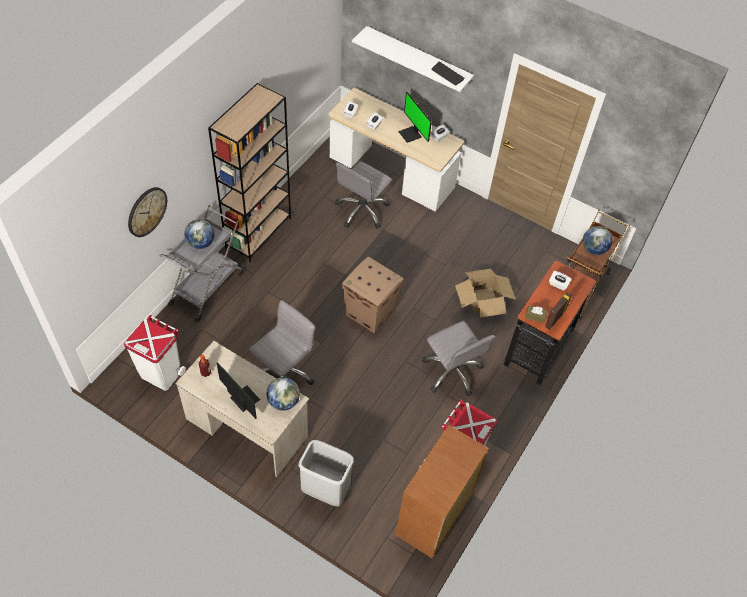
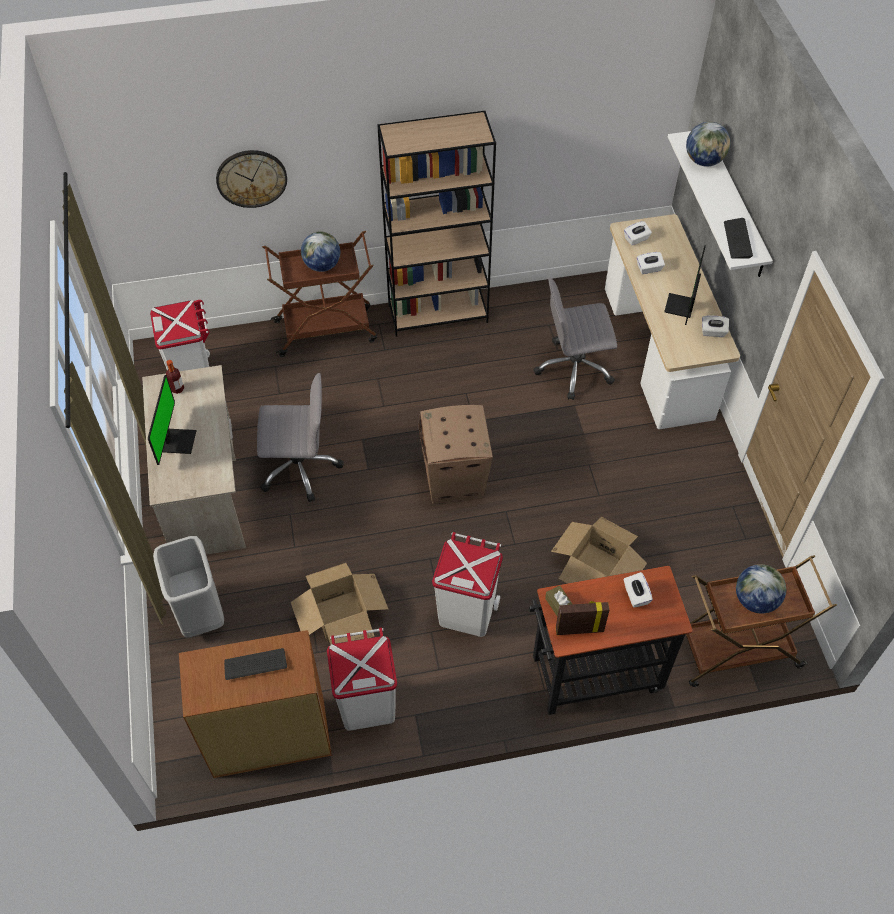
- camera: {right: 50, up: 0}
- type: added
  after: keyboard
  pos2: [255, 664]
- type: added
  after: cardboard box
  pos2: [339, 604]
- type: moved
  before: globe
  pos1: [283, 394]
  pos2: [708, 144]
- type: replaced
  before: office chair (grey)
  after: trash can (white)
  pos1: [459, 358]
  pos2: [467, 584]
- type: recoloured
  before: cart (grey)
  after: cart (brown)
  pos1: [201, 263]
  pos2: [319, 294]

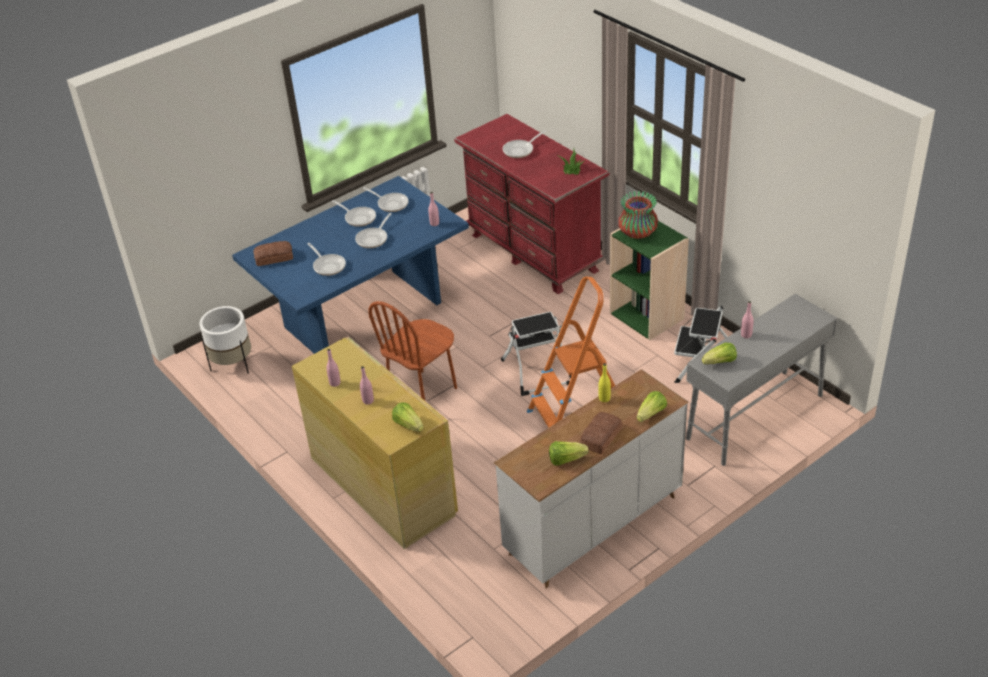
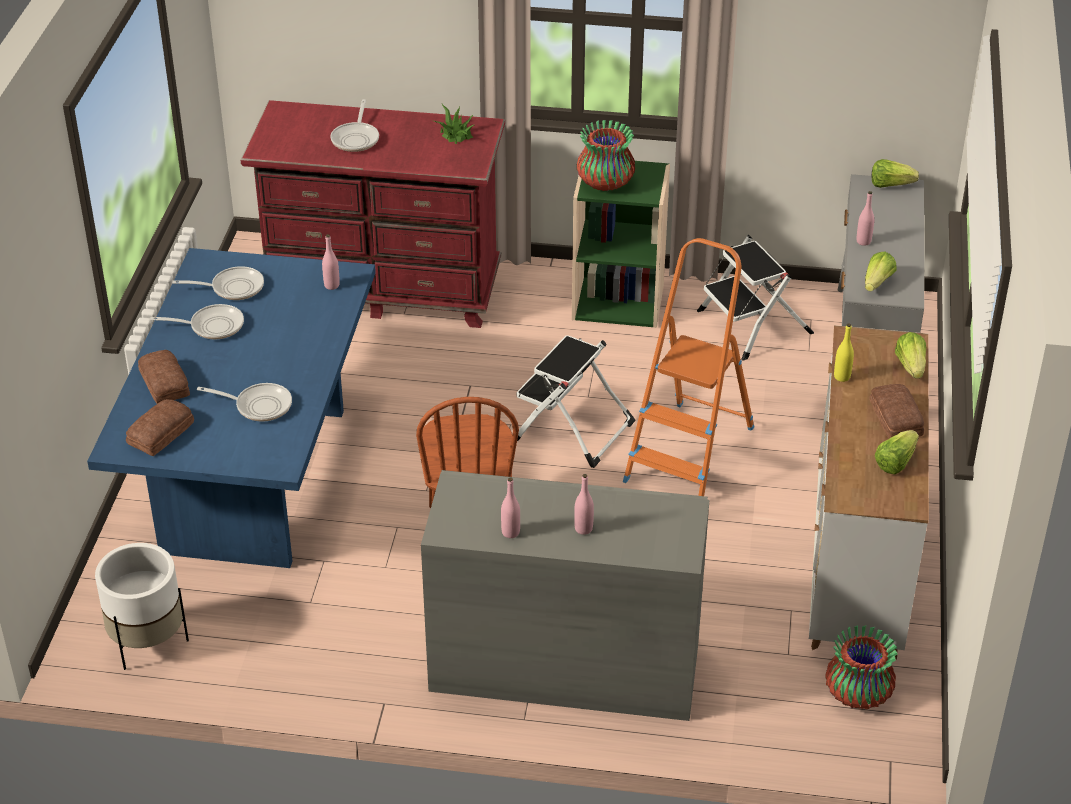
- camera: {right: -45, up: 0}
- type: removed
  before: frying pan
  pos1: [373, 230]
- type: added
  after: bread
  pos2: [164, 377]
- type: added
  after: vase
  pos2: [862, 667]
- type: moved
  before: lettuce
  pos1: [408, 417]
  pos2: [895, 173]
- type: recoloured
  before: cabinet (yellow)
  after: cabinet (grey)
  pos1: [375, 443]
  pos2: [565, 595]

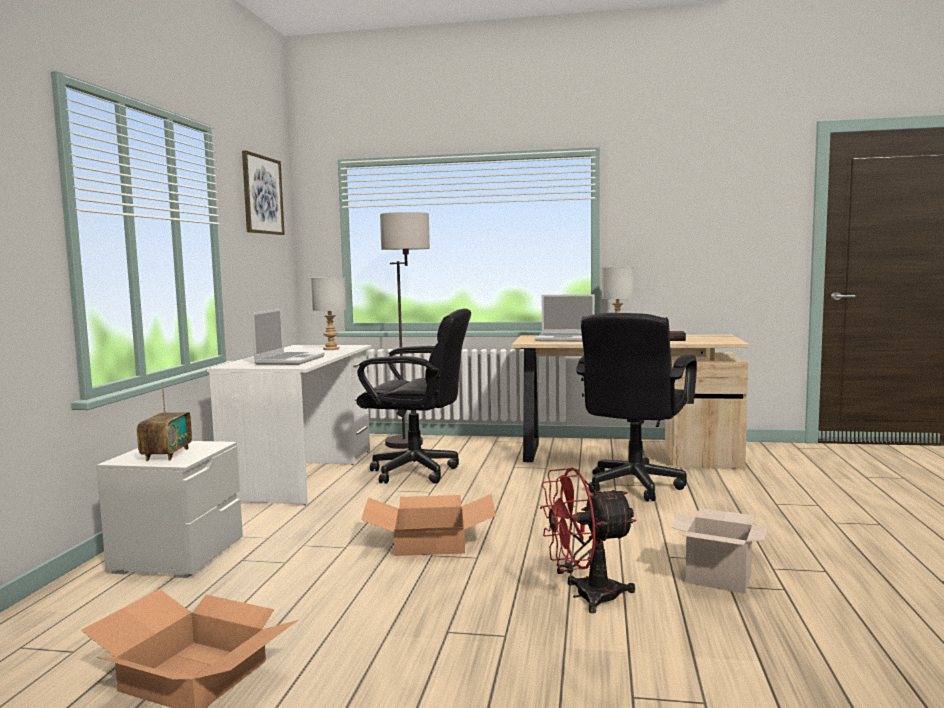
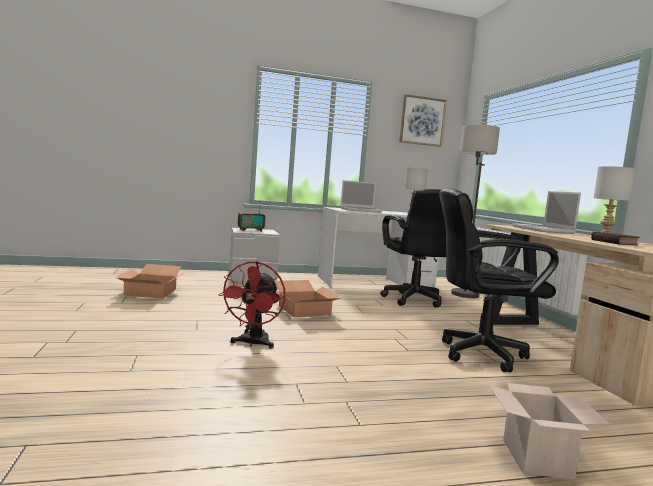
- camera: {right: 65, up: 0}
- type: moved
  before: cardboard box
  pos1: [720, 551]
  pos2: [549, 431]
- type: turned
  before: fan (red)
  pos1: [588, 540]
  pos2: [252, 305]
  turn: -135

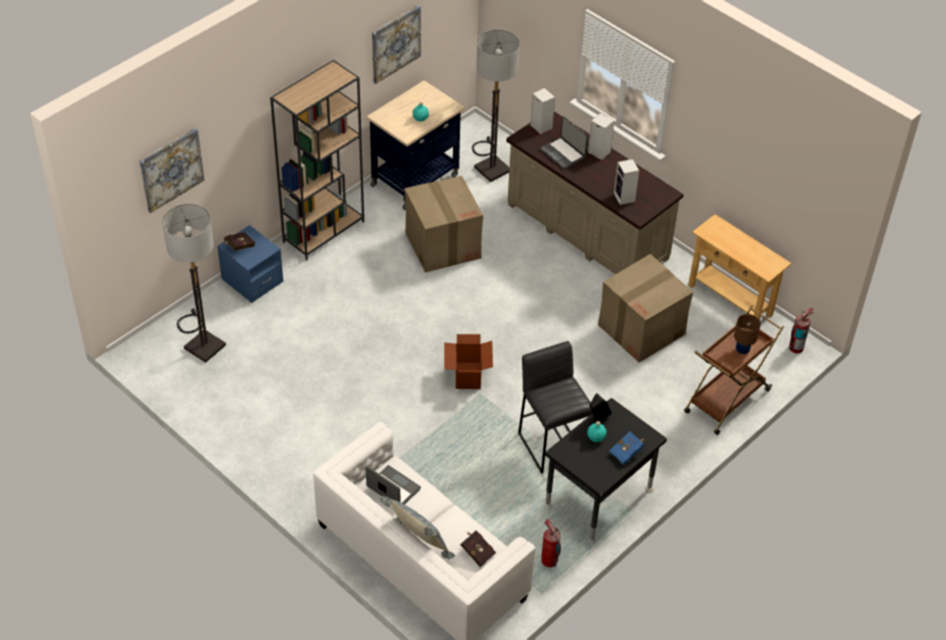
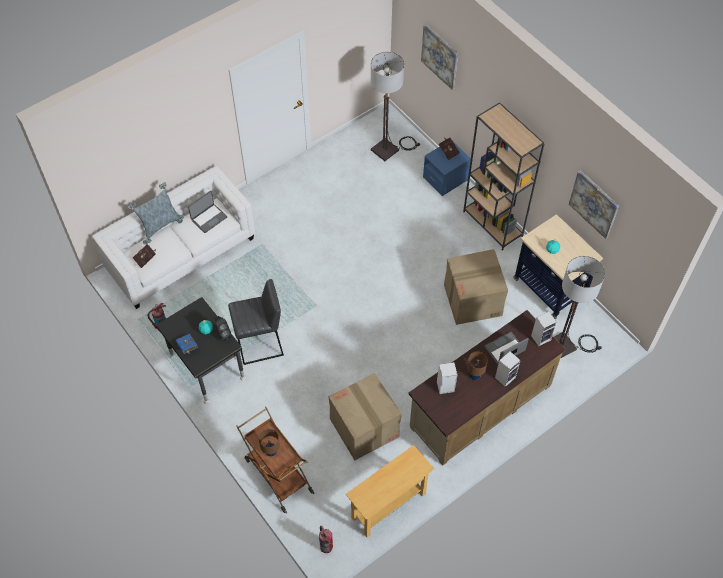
- camera: {right: 100, up: 10}
- type: removed
  before: cardboard box
  pos1: [468, 361]
- type: added
  after: table lamp (brown)
  pos2: [477, 365]

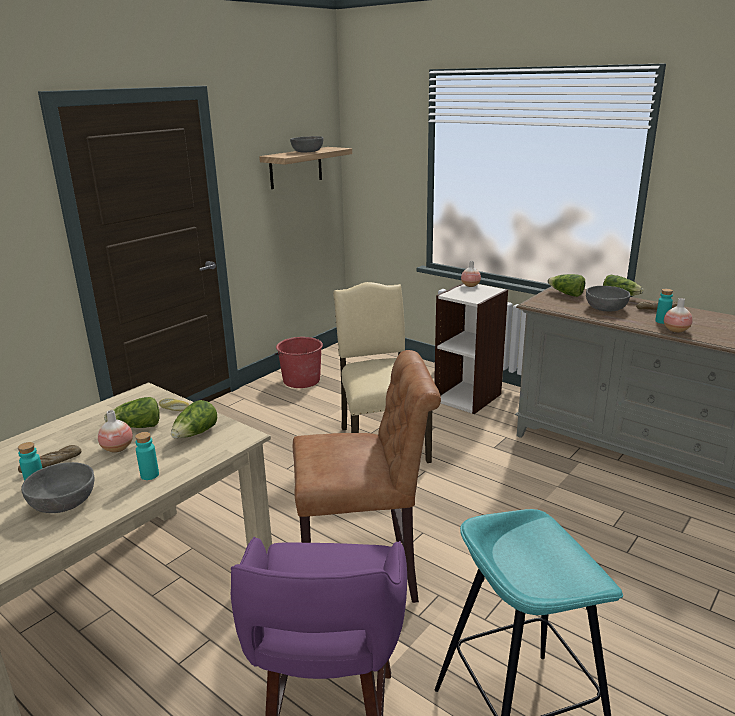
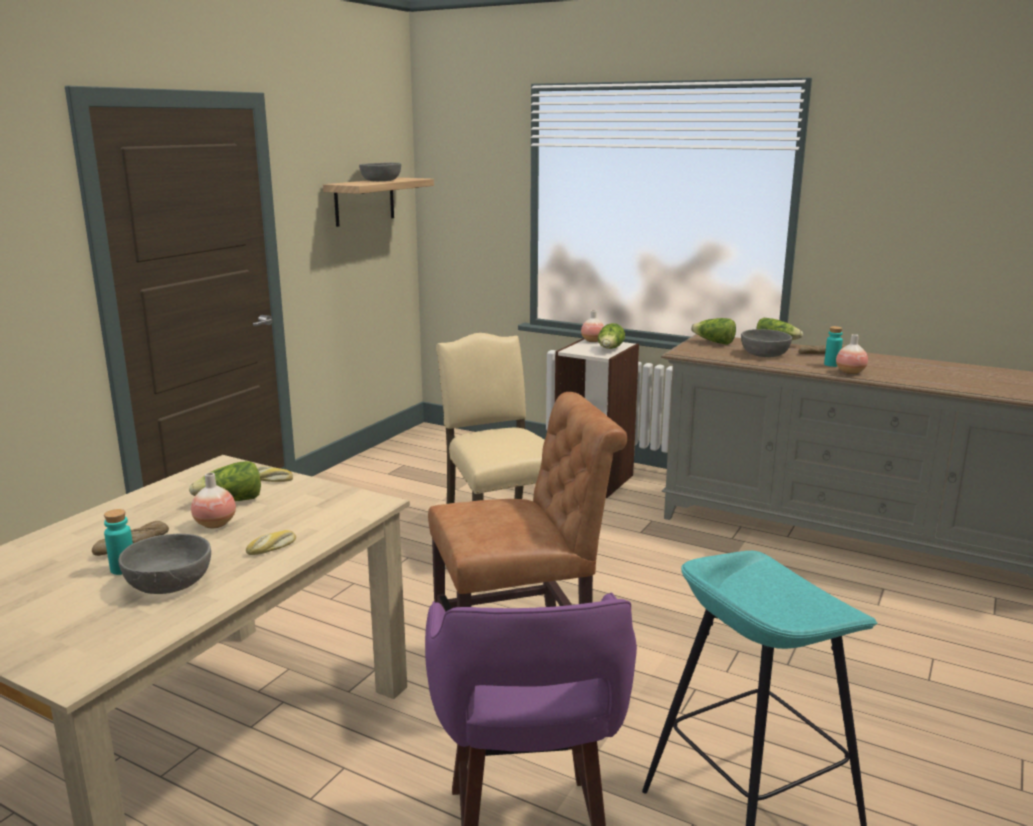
- camera: {right: -10, up: -5}
- type: removed
  before: bucket (red)
  pos1: [299, 362]
- type: moved
  before: lettuce
  pos1: [194, 419]
  pos2: [611, 336]
- type: replaced
  before: bottle (turquoise)
  after: bread
  pos1: [147, 456]
  pos2: [271, 542]

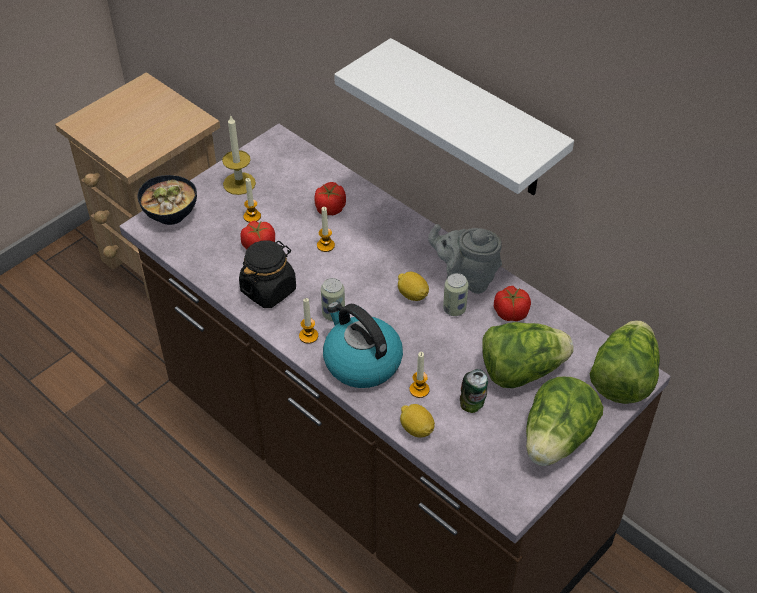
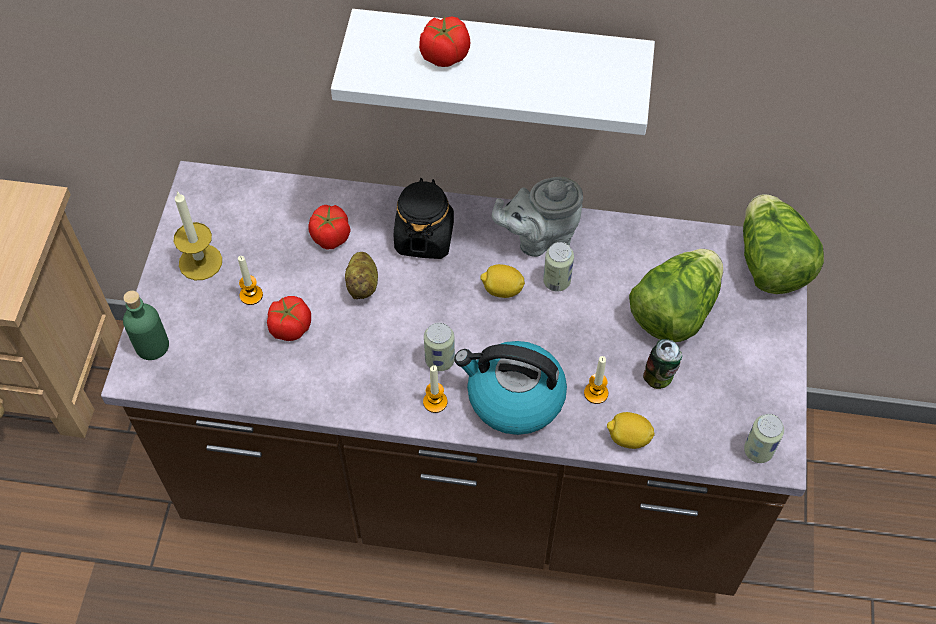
- camera: {right: -35, up: 10}
- type: removed
  before: lettuce
  pos1: [564, 421]
- type: added
  after: can
  pos2: [764, 438]
- type: moved
  before: jar (black)
  pos1: [267, 274]
  pos2: [424, 218]
- type: moved
  before: tomato
  pos1: [512, 303]
  pos2: [444, 41]
- type: replaced
  before: bowl
  after: bottle (green)
  pos1: [167, 200]
  pos2: [146, 325]
- type: replaced
  before: candle
  after: potato
  pos1: [326, 229]
  pos2: [361, 275]

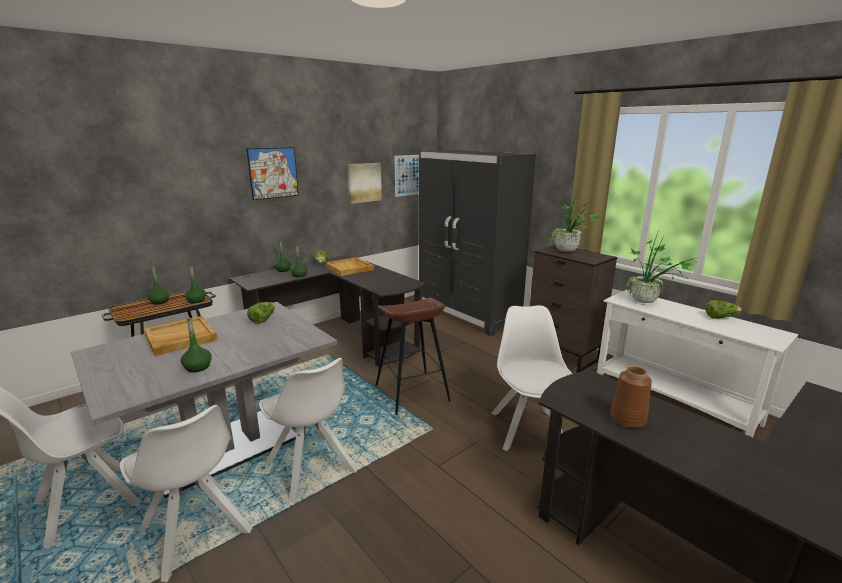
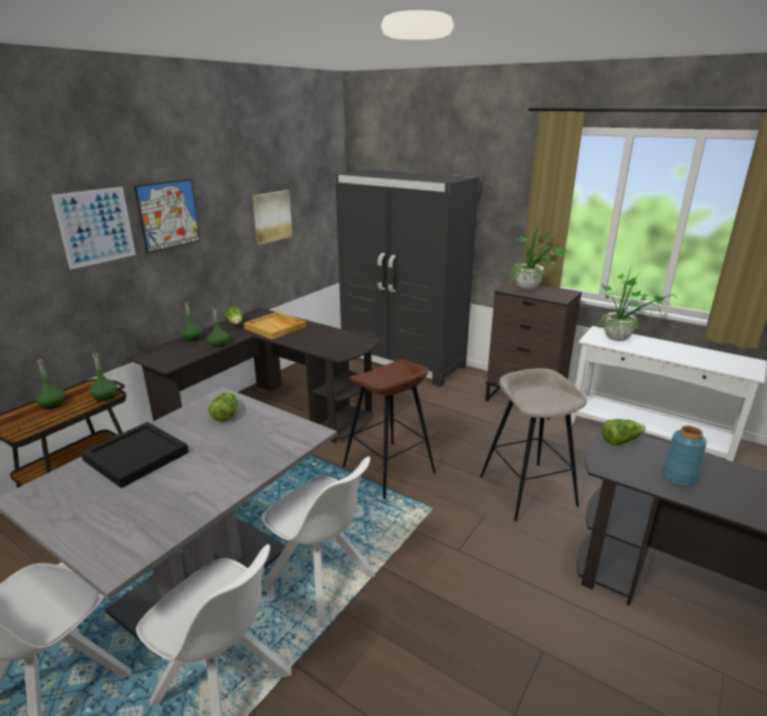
- camera: {right: -15, up: 5}
- type: removed
  before: bottle (green)
  pos1: [196, 345]
- type: moved
  before: picture
  pos1: [406, 176]
  pos2: [94, 228]
- type: moved
  before: lettuce
  pos1: [724, 309]
  pos2: [623, 432]
- type: replaced
  before: chair (white)
  after: stool (grey)
  pos1: [531, 378]
  pos2: [533, 445]
- type: recoloured
  before: tray (beige)
  after: tray (black)
  pos1: [181, 336]
  pos2: [135, 455]
- type: recoloured
  before: vase (brown)
  after: vase (blue)
  pos1: [631, 397]
  pos2: [684, 456]

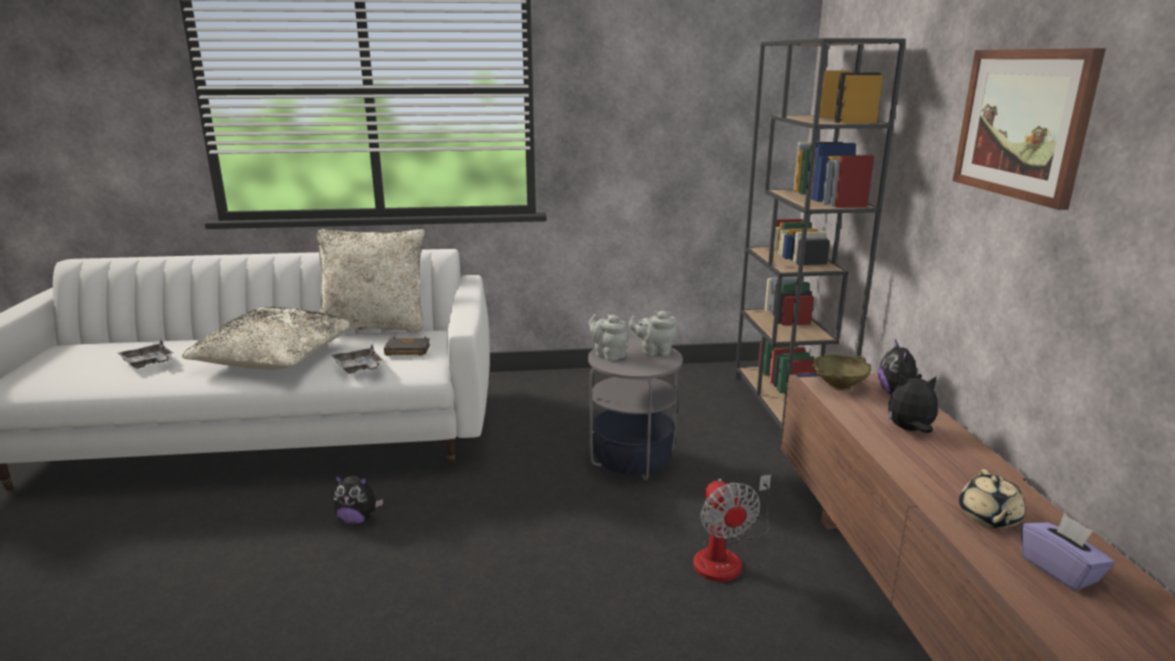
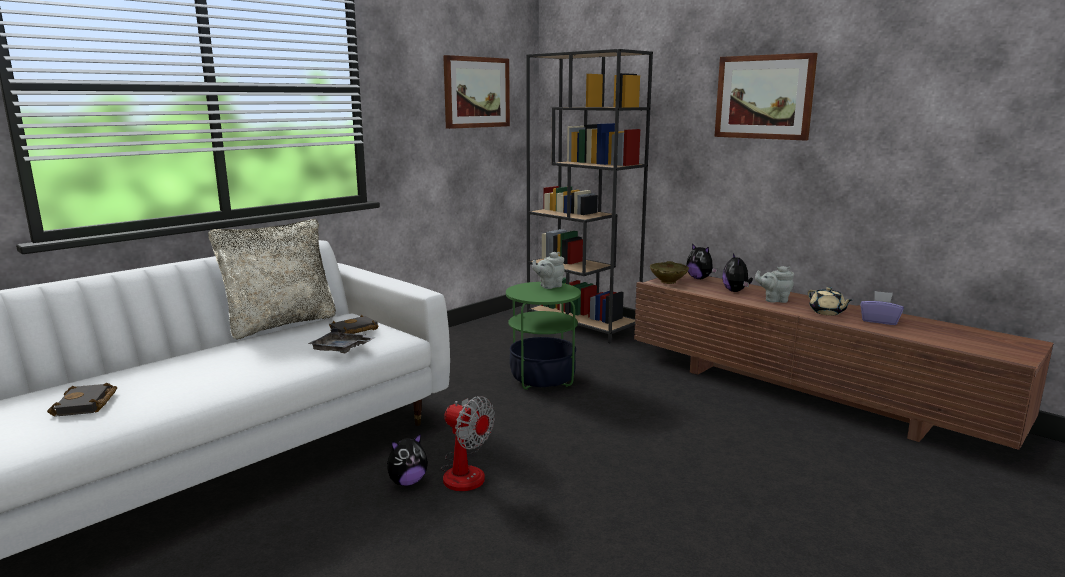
- camera: {right: -40, up: -5}
- type: removed
  before: pillow (beige)
  pos1: [266, 338]
- type: added
  after: picture
  pos2: [476, 92]
- type: moved
  before: teapot (grey)
  pos1: [608, 337]
  pos2: [774, 284]
- type: moved
  before: fan
  pos1: [732, 528]
  pos2: [468, 443]
- type: replaced
  before: tray (grey)
  after: book (black)
  pos1: [145, 354]
  pos2: [82, 400]
- type: recoloured
  before: side table (grey)
  after: side table (green)
  pos1: [635, 410]
  pos2: [543, 336]
- type: turned
  before: plush toy
  pos1: [912, 403]
  pos2: [737, 272]
  turn: -60

